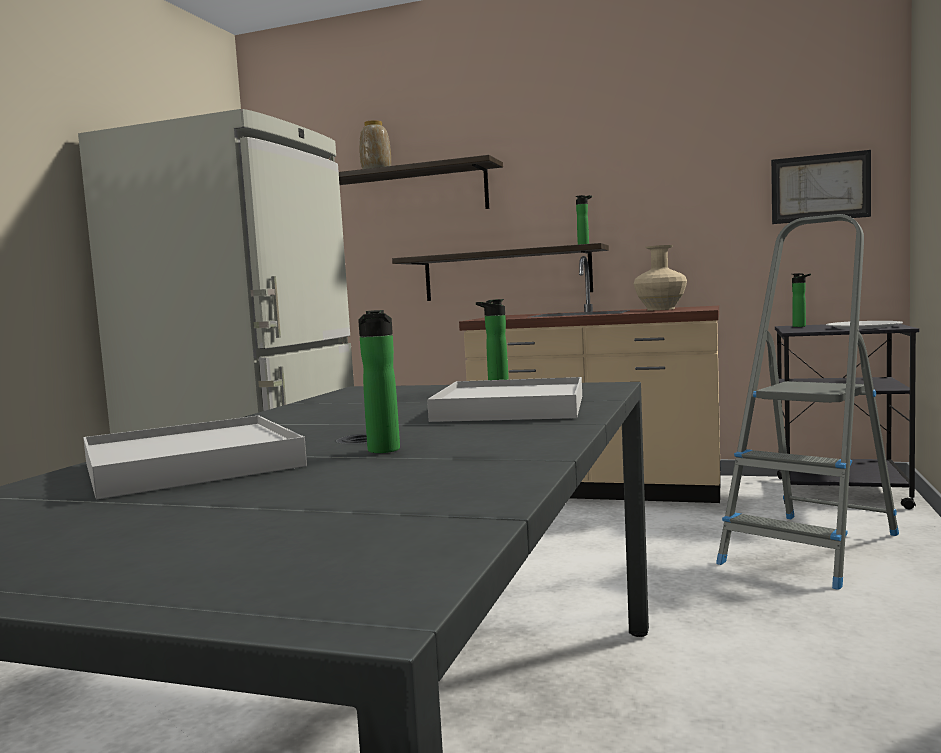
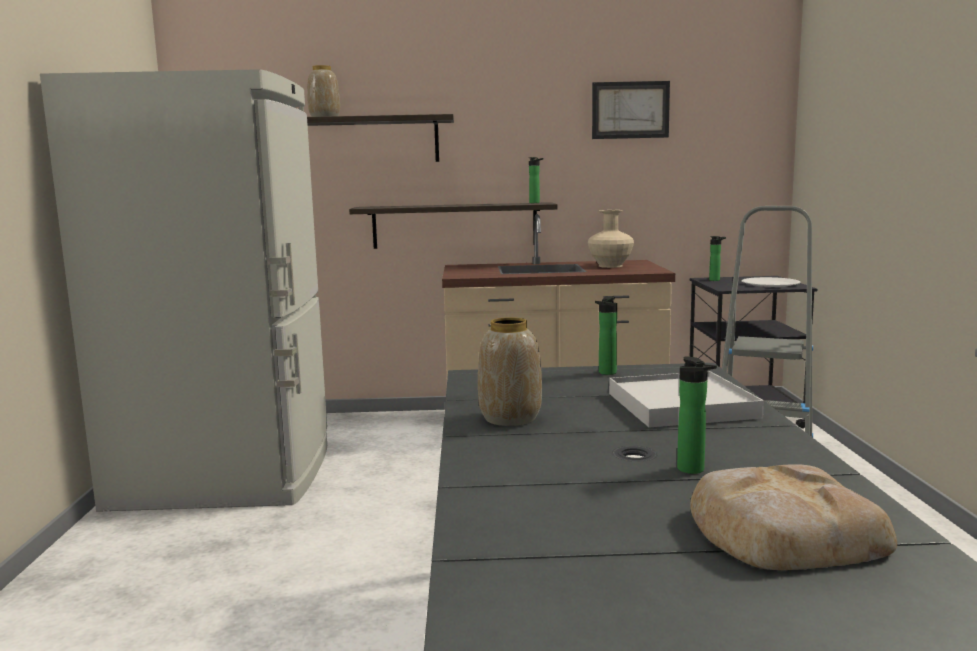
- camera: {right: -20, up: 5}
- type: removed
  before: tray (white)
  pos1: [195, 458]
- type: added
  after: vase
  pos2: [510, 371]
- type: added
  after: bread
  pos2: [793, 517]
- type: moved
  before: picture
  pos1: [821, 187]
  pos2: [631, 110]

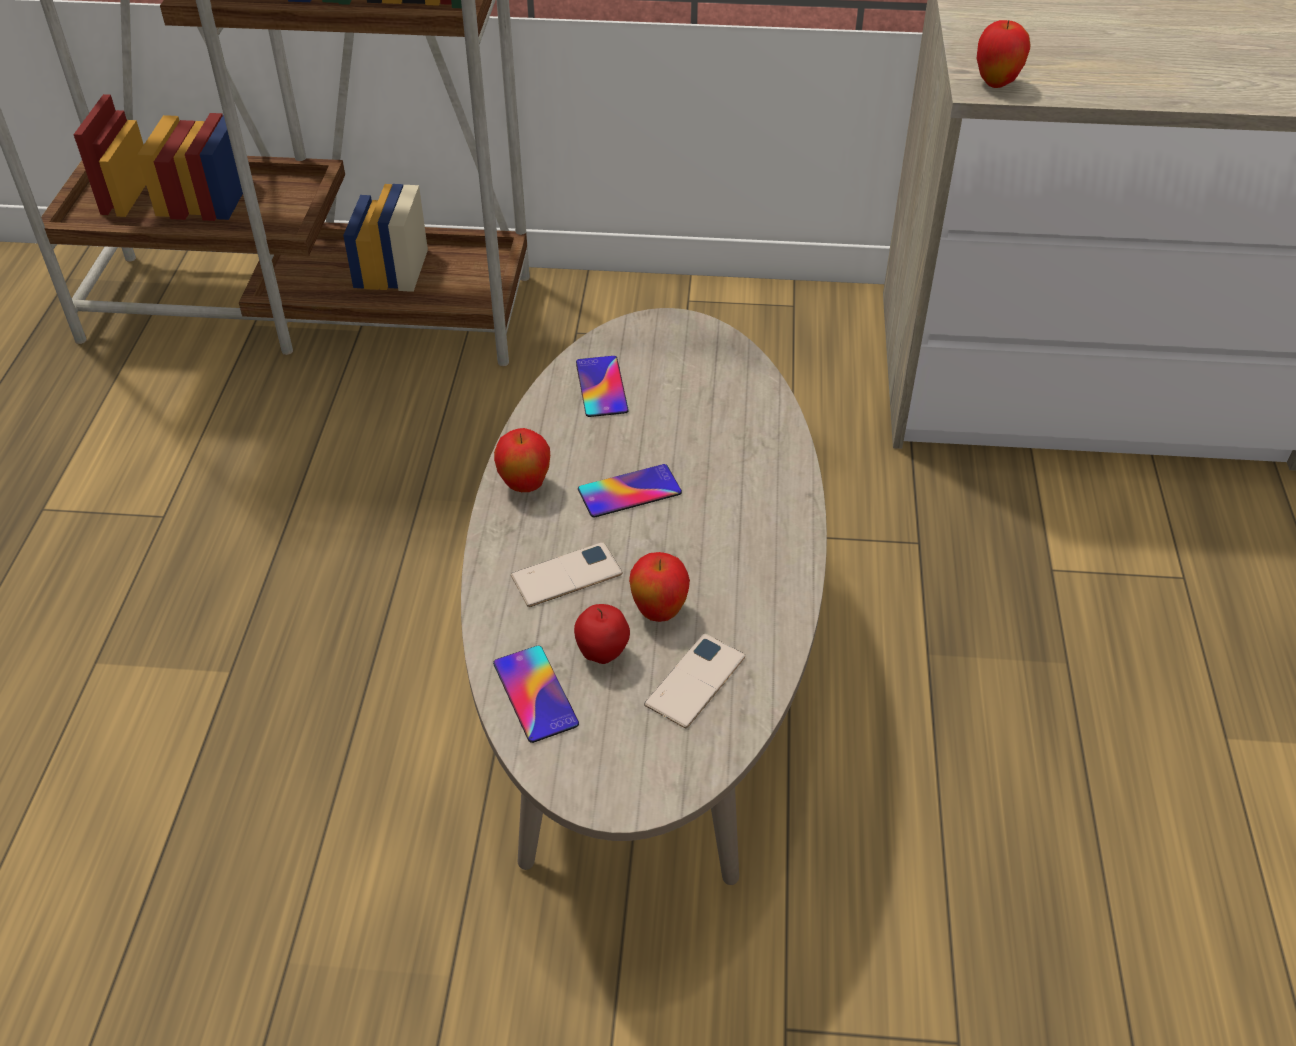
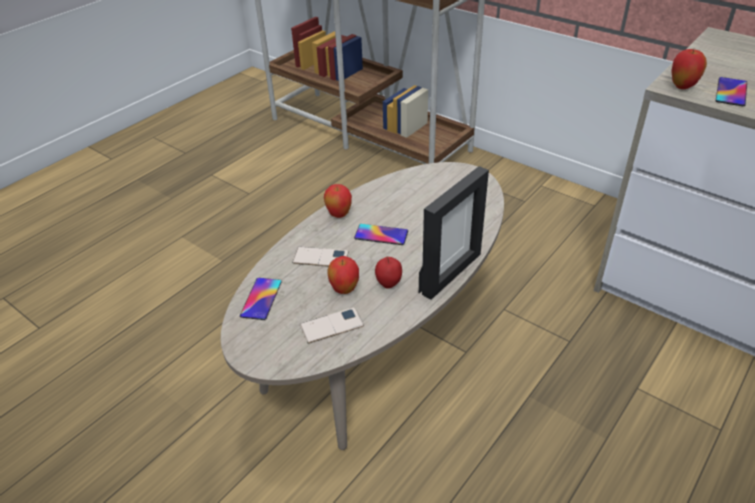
- camera: {right: 35, up: -5}
- type: added
  after: picture frame
  pos2: [454, 233]
- type: moved
  before: apple
  pos1: [602, 634]
  pos2: [388, 272]
- type: moved
  before: phone
  pos1: [602, 386]
  pos2: [731, 91]

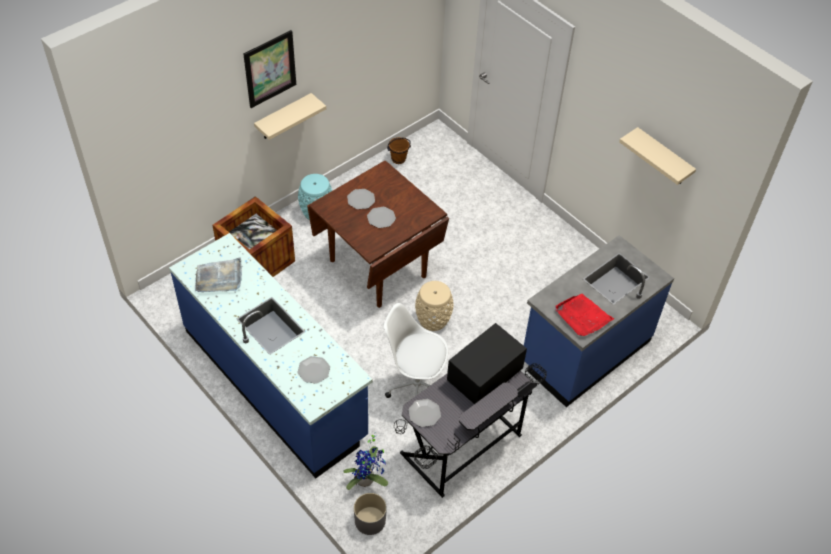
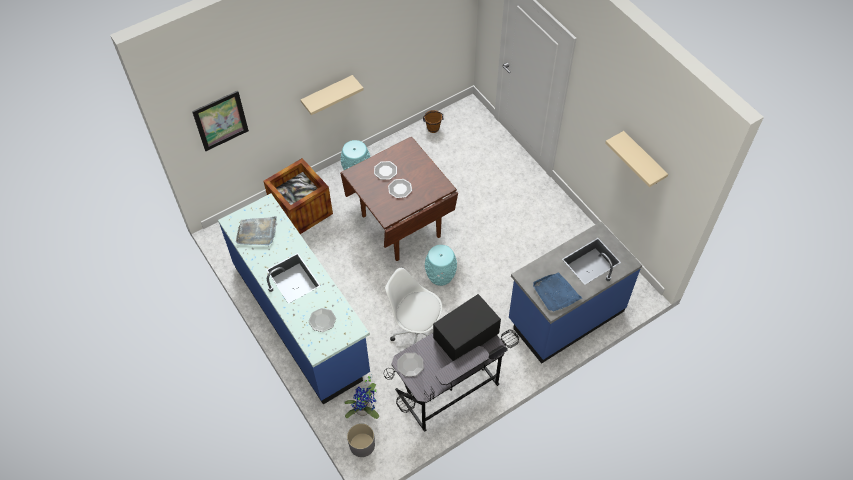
- camera: {right: 10, up: 5}
- type: moved
  before: picture
  pos1: [269, 69]
  pos2: [220, 120]
- type: recoloured
  before: stool (beige)
  after: stool (turquoise)
  pos1: [434, 306]
  pos2: [441, 265]
- type: recoloured
  before: tray (red)
  after: tray (blue)
  pos1: [584, 314]
  pos2: [557, 291]

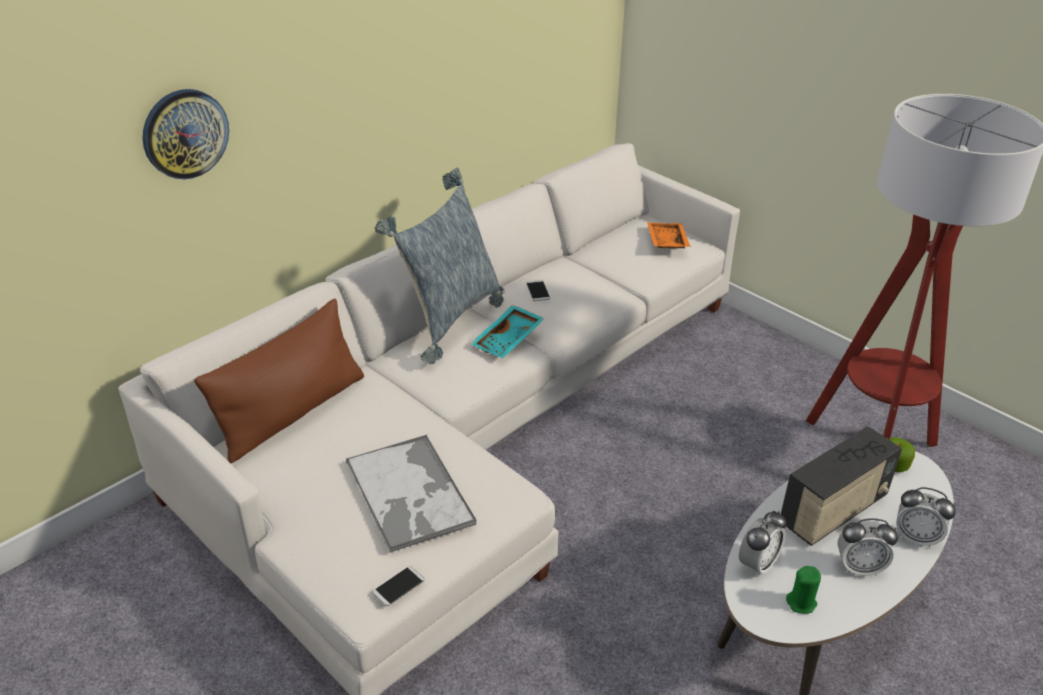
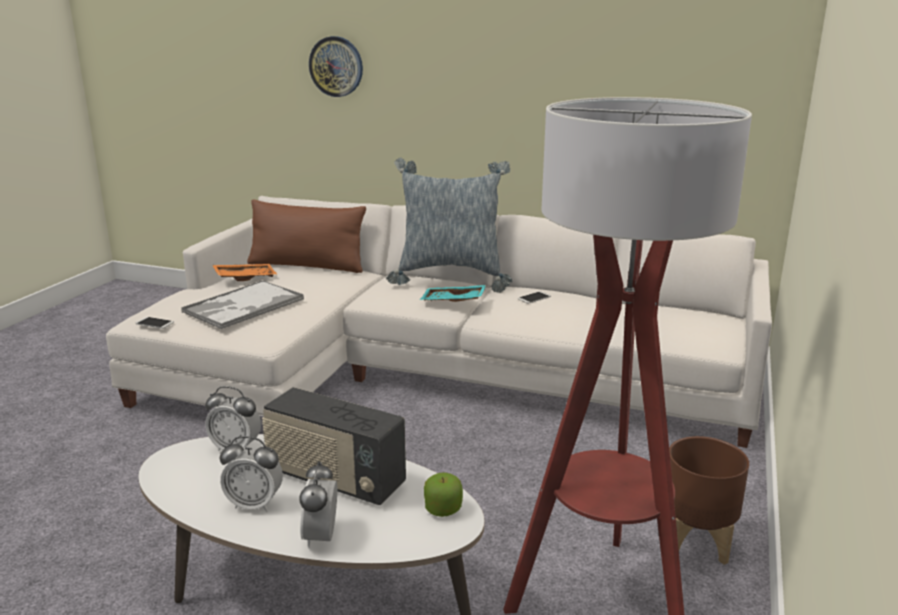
- camera: {right: 65, up: -15}
- type: removed
  before: candle (green)
  pos1: [803, 590]
- type: added
  after: planter (brown)
  pos2: [709, 500]
- type: moved
  before: tray (orange)
  pos1: [669, 235]
  pos2: [245, 272]
- type: turned
  before: alarm clock
  pos1: [868, 547]
  pos2: [251, 474]
  turn: -60

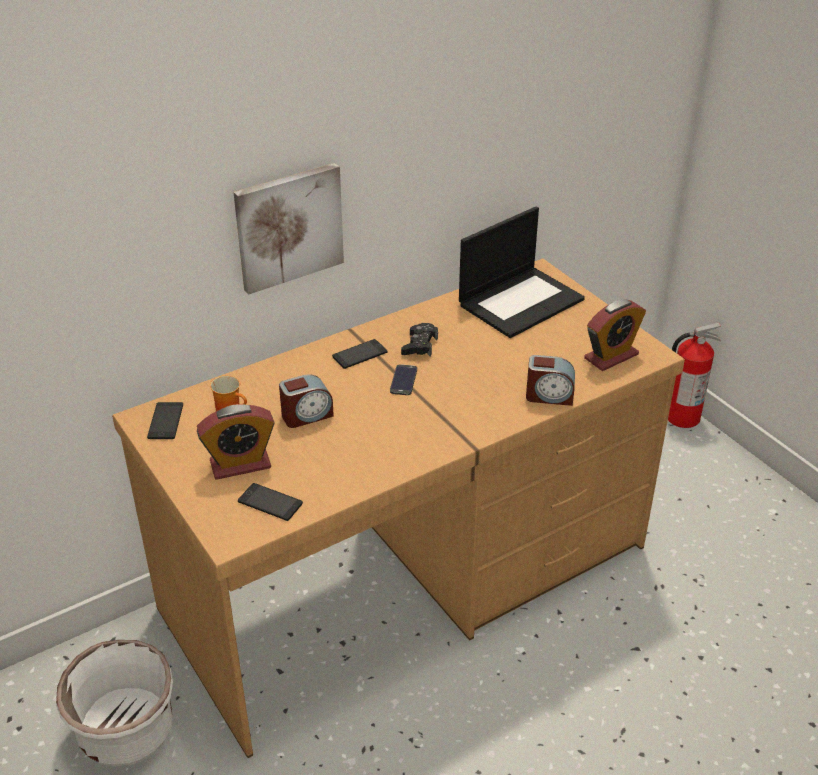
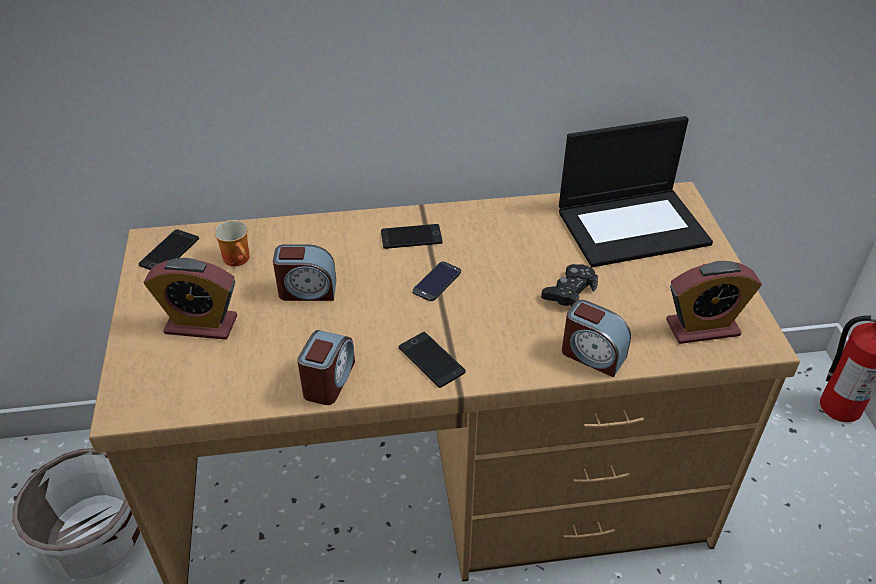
- camera: {right: 25, up: 5}
- type: removed
  before: picture
  pos1: [288, 229]
- type: added
  after: alarm clock
  pos2: [326, 367]
- type: moved
  before: phone
  pos1: [270, 502]
  pos2: [432, 360]
- type: moved
  before: game controller (black)
  pos1: [419, 340]
  pos2: [569, 285]

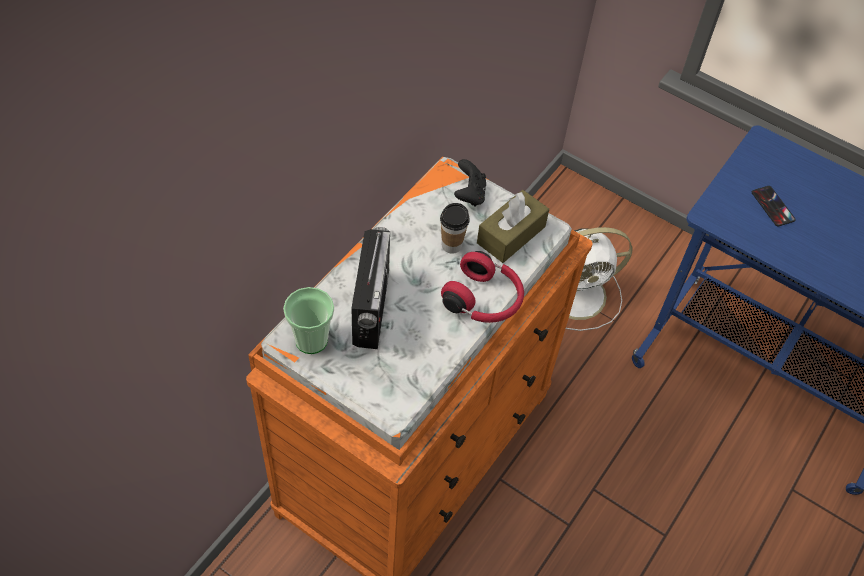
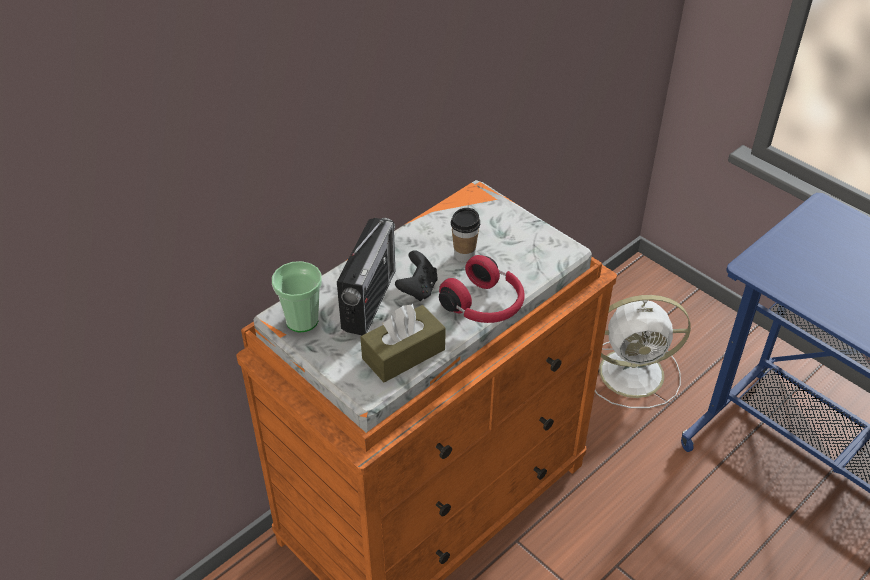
- camera: {right: 15, up: -10}
- type: removed
  before: phone
  pos1: [774, 206]
- type: moved
  before: game controller (black)
  pos1: [470, 183]
  pos2: [416, 275]
- type: moved
  before: tissue box (brown)
  pos1: [513, 226]
  pos2: [402, 343]

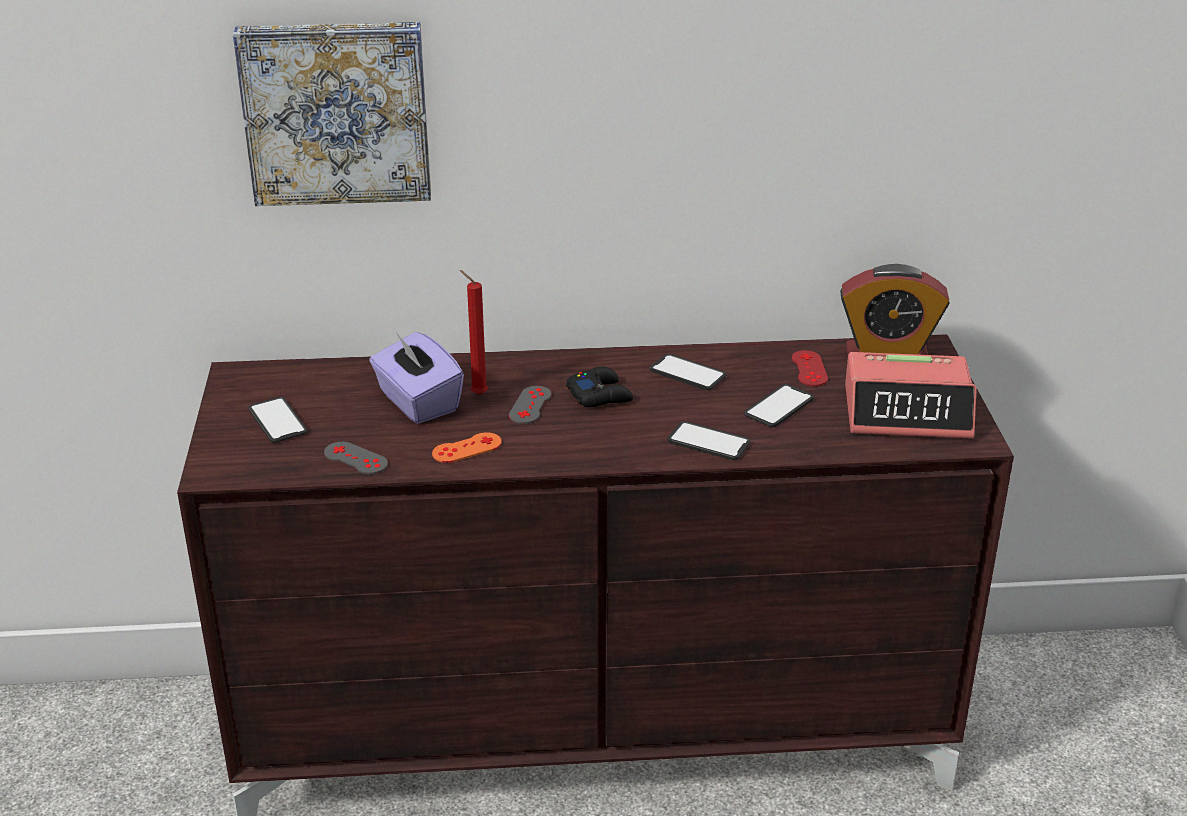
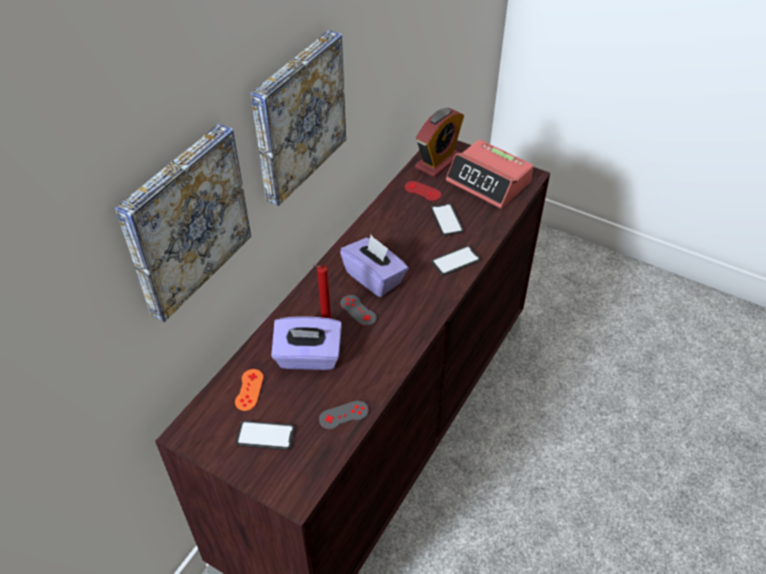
- camera: {right: -55, up: 15}
- type: removed
  before: phone
  pos1: [688, 372]
- type: added
  after: picture
  pos2: [298, 118]
- type: moved
  before: game controller (orange)
  pos1: [467, 447]
  pos2: [249, 390]
- type: replaced
  before: game controller (black)
  after: tissue box (purple)
  pos1: [599, 386]
  pos2: [374, 266]
- type: turned
  before: alarm clock
  pos1: [911, 395]
  pos2: [489, 174]
  turn: 90

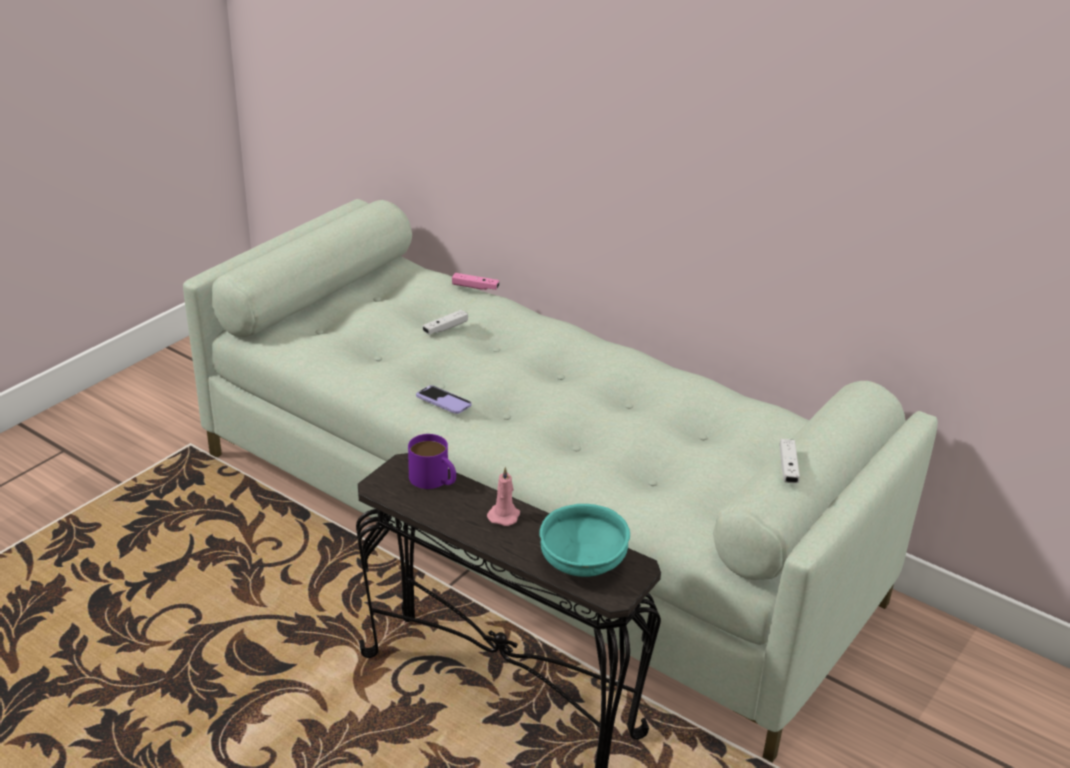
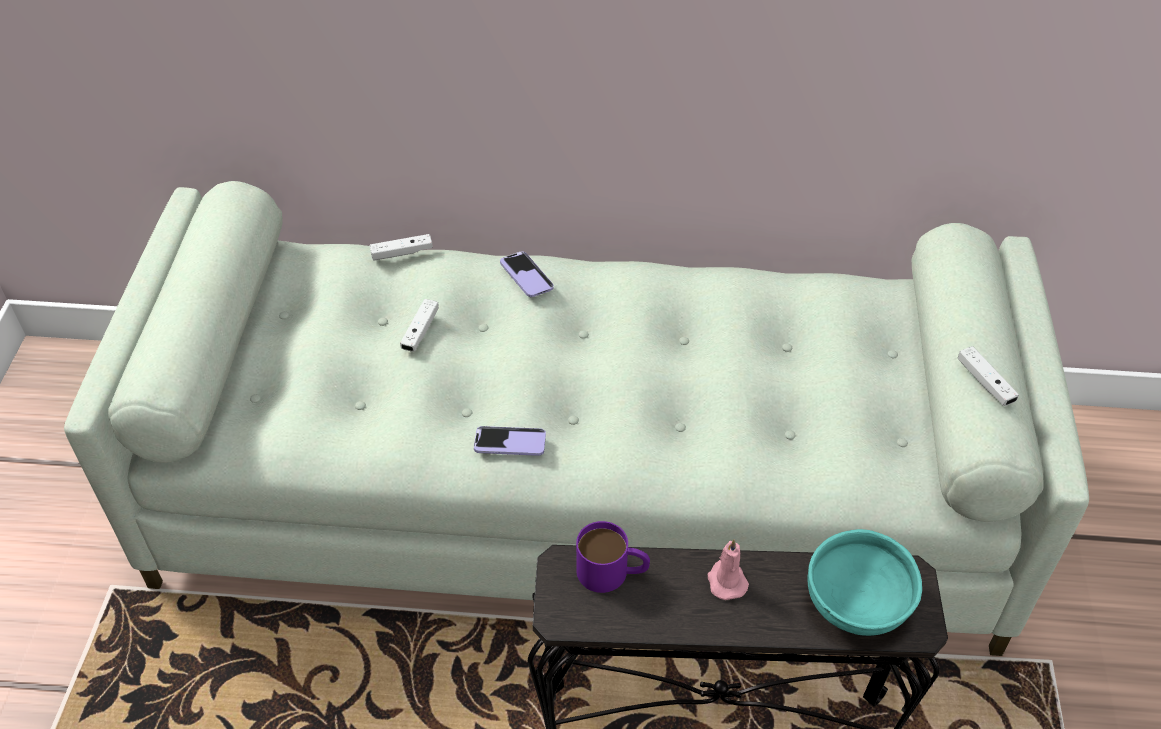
- camera: {right: -30, up: 15}
- type: added
  after: phone
  pos2: [527, 274]
- type: recoloured
  before: game controller (pink)
  after: game controller (white)
  pos1: [475, 281]
  pos2: [401, 247]

